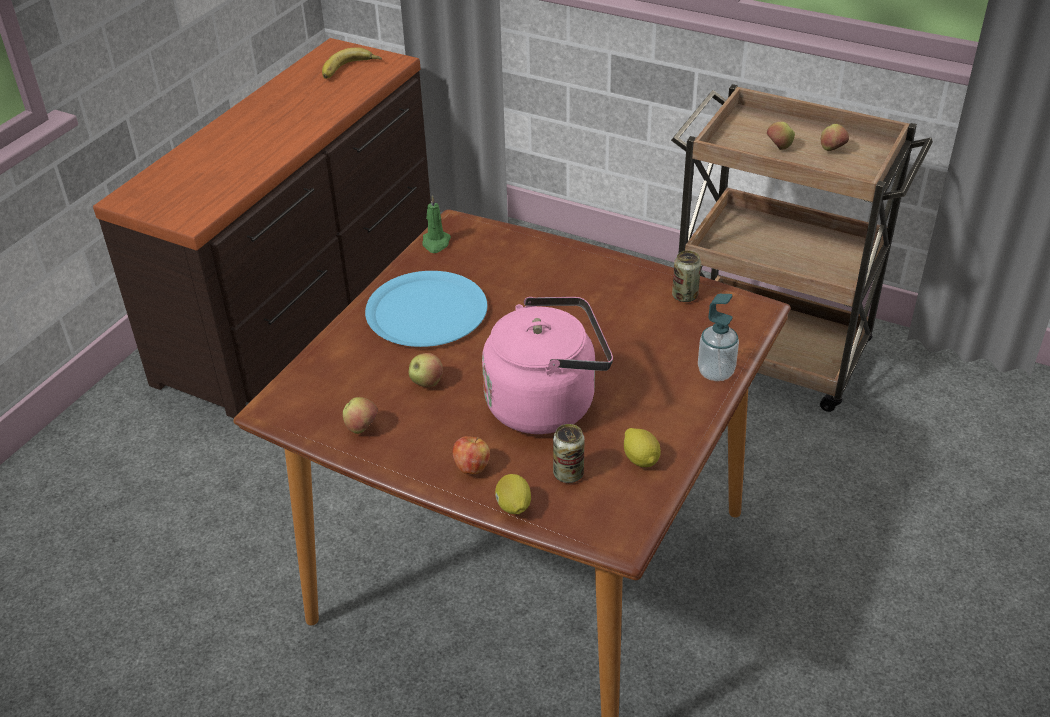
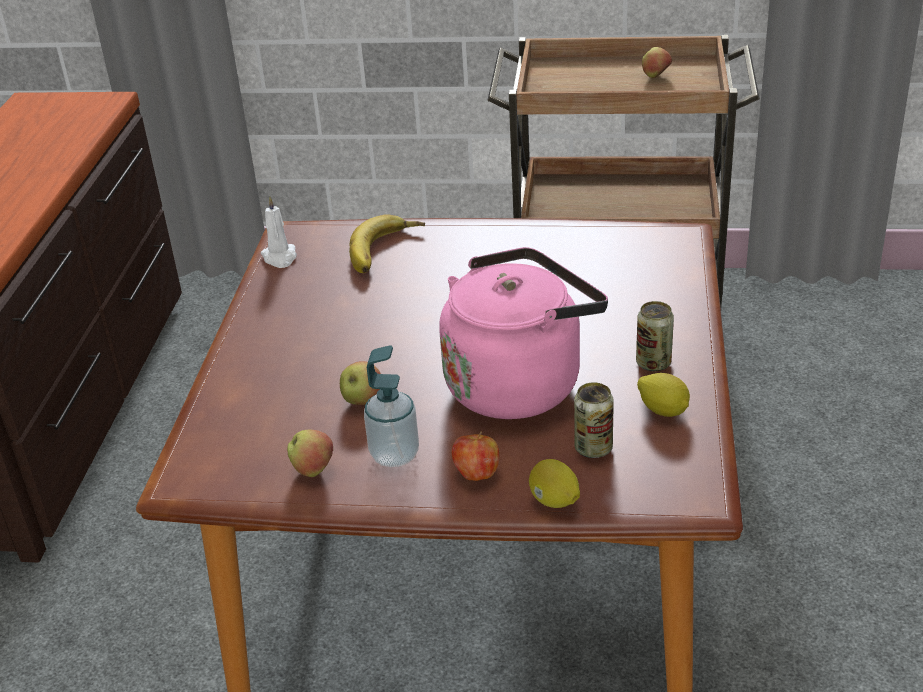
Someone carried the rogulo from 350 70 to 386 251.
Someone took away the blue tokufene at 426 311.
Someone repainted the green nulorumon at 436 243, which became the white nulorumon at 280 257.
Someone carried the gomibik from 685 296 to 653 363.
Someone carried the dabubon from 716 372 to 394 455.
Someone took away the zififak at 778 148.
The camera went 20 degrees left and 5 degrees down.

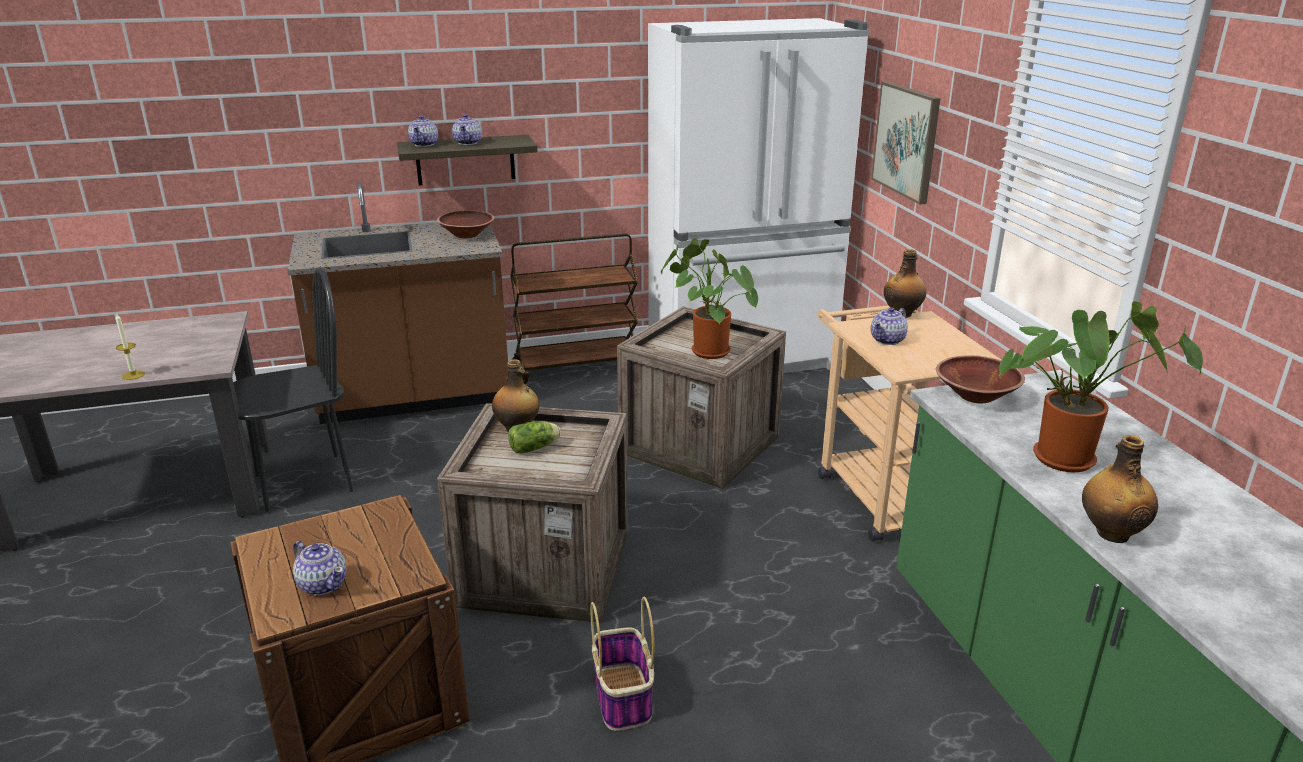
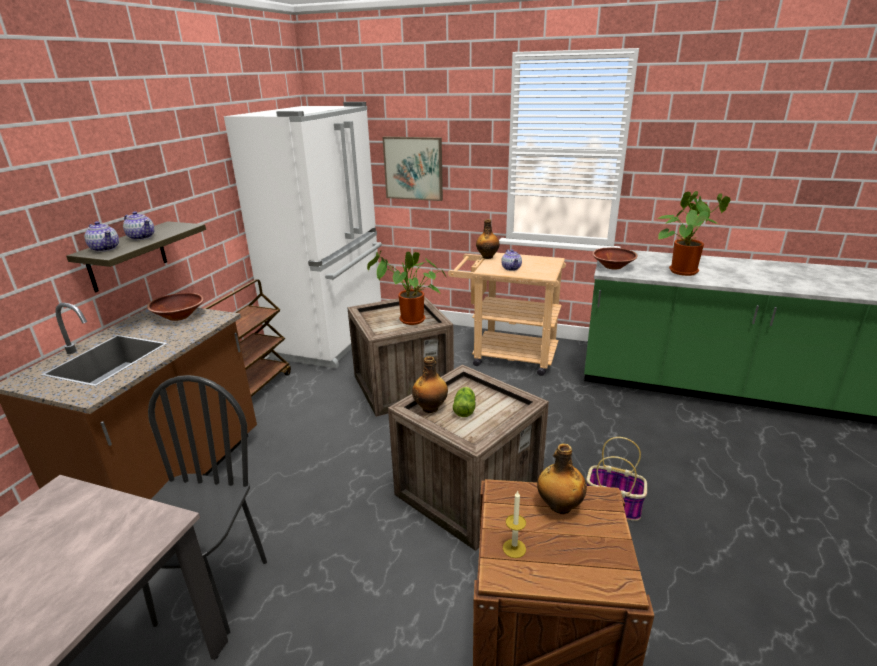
Someone carried the nulorumon from 133 375 to 514 548.
Someone took away the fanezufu at 323 584.
Someone carried the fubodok from 1111 533 to 559 506.
The camera went 55 degrees left and 0 degrees up.

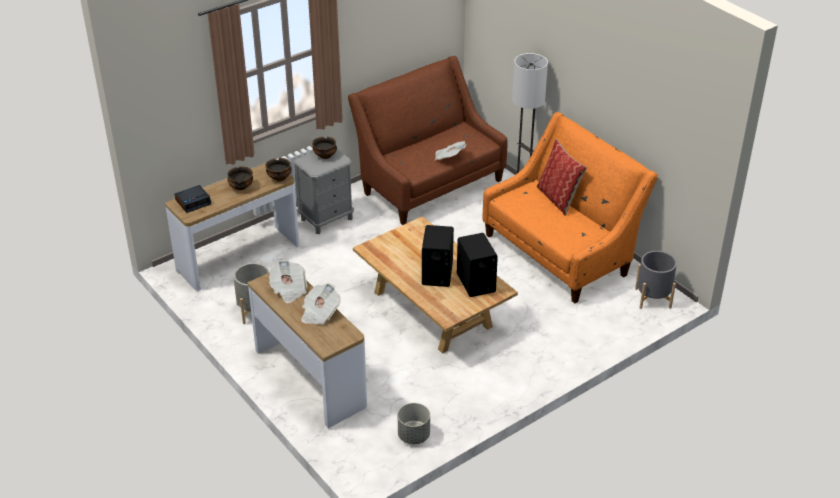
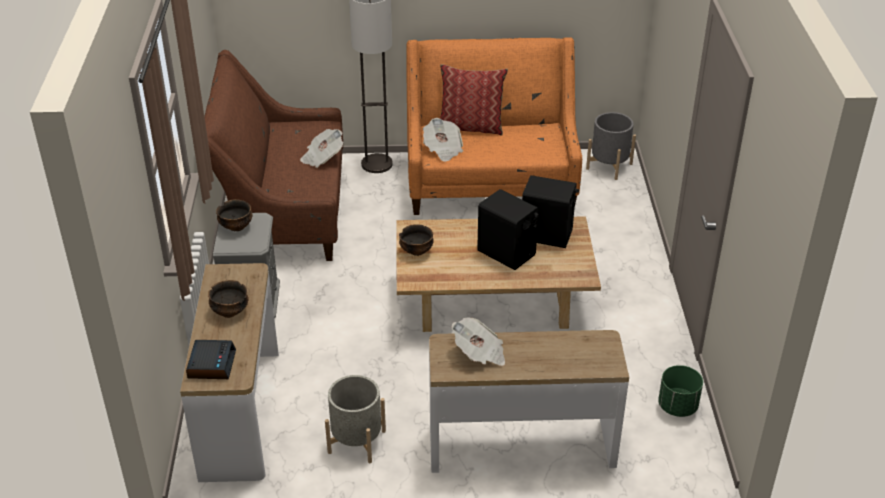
Someone carried the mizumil from 279 178 to 416 251.
Someone carried the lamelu from 319 313 to 443 149.
Someone repainted the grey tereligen at 413 436, which became the green tereligen at 678 406.
The camera went 55 degrees left and 0 degrees up.

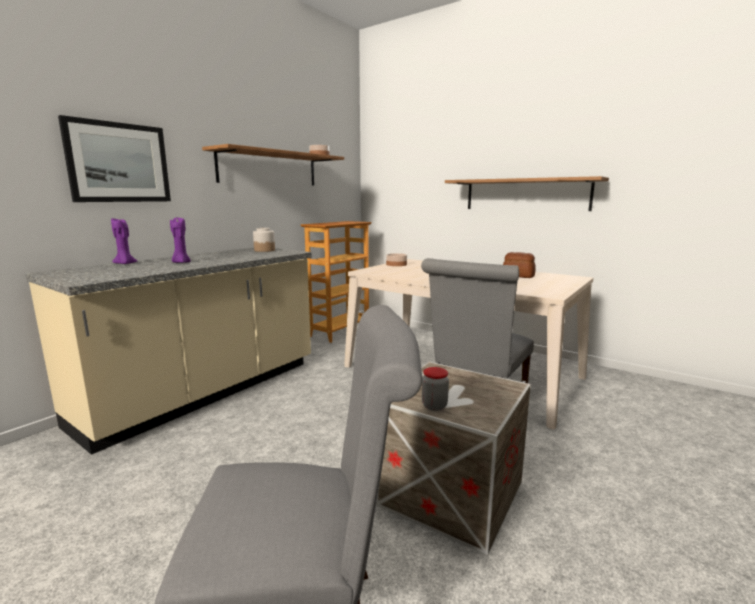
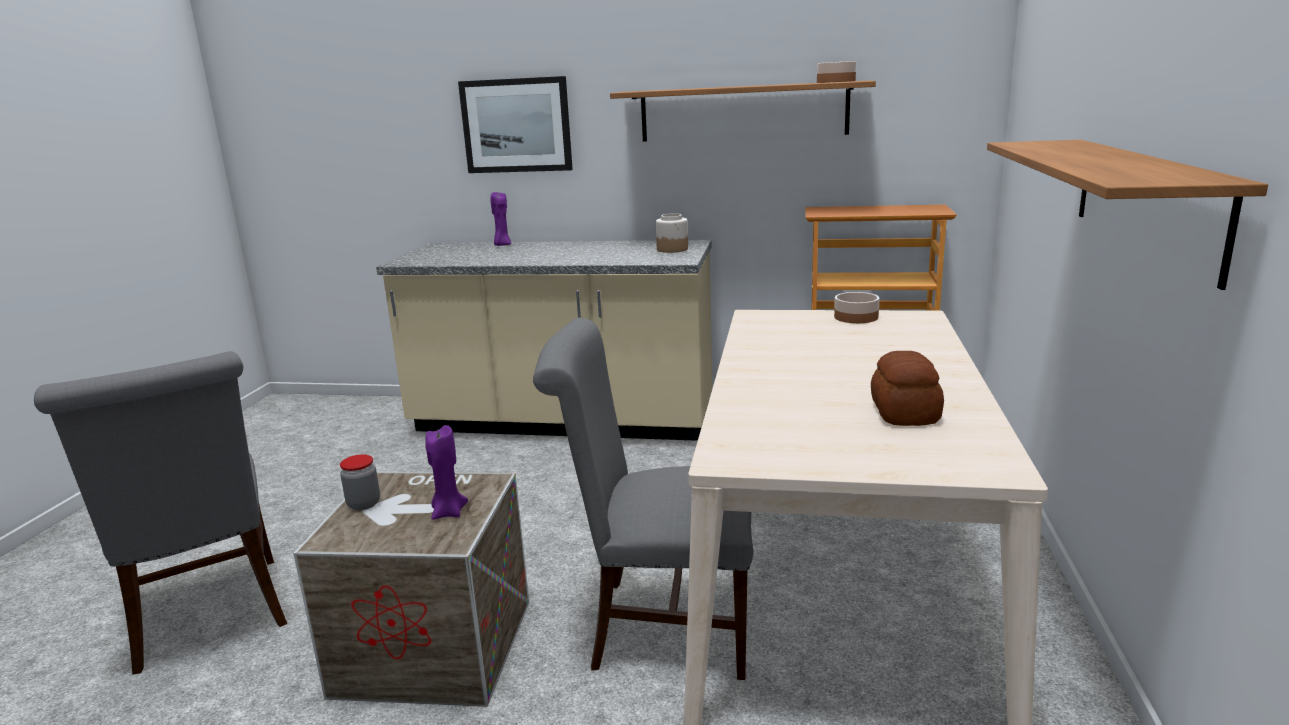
Someone carried the purple nulorumon from 181 262 to 448 512.
The camera went 65 degrees right and 5 degrees up.

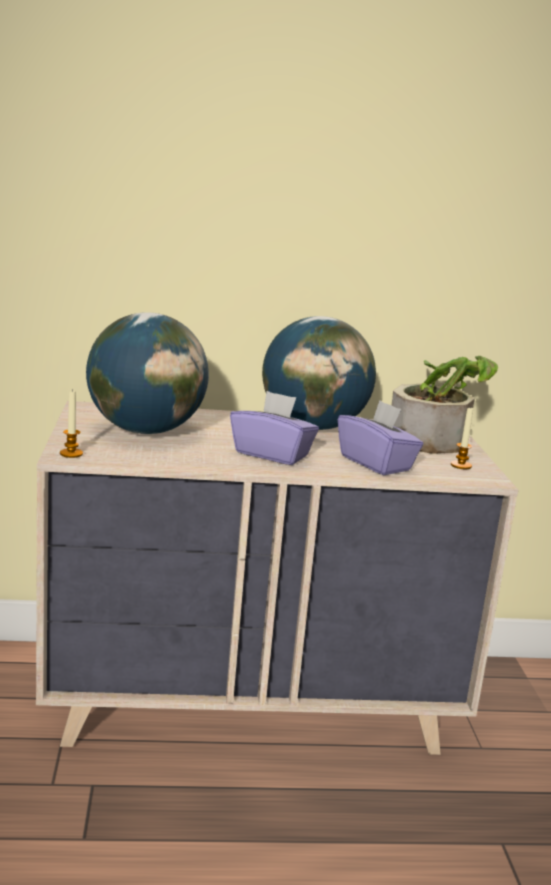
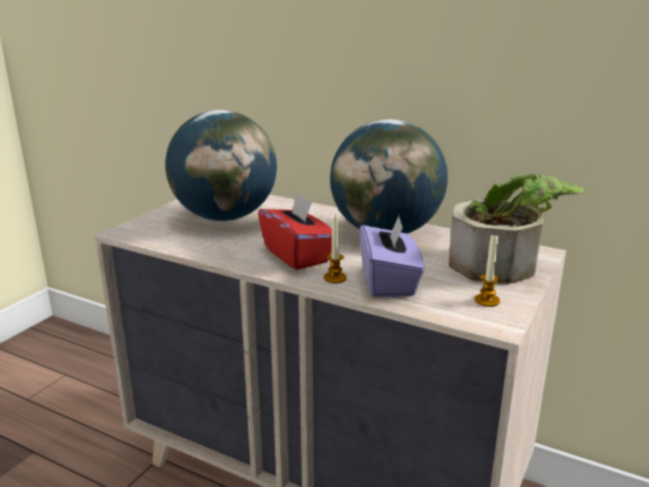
Someone carried the nulorumon from 71 454 to 335 278.
Someone repainted the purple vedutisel at 272 454, which became the red vedutisel at 298 255.
The camera went 35 degrees right and 5 degrees up.

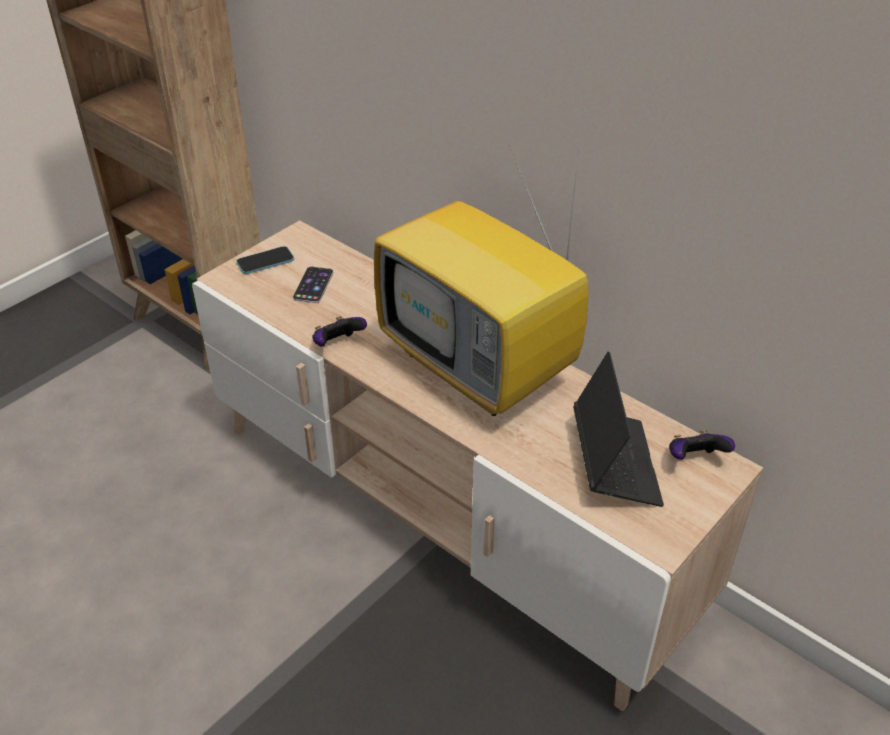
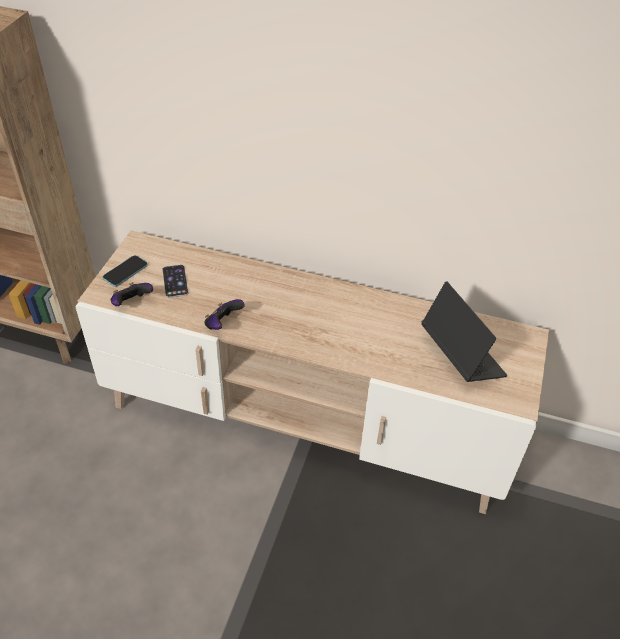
Someone took away the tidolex at 481 368.
Someone carried the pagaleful from 694 459 to 132 303.
The camera went 25 degrees left and 5 degrees up.

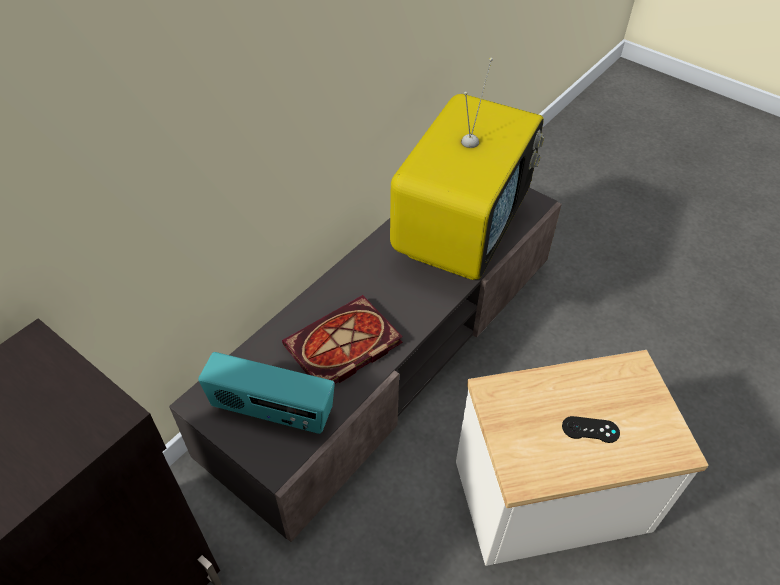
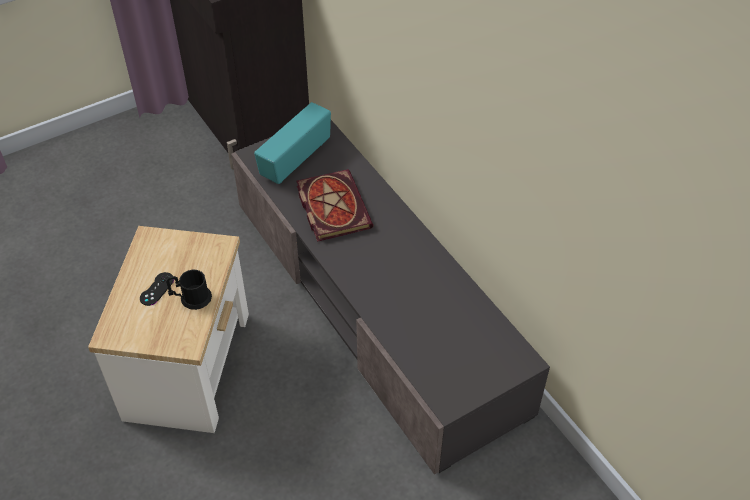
Someone took away the tidolex at 460 232.
Someone put down the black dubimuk at 191 298.
The camera went 110 degrees right and 0 degrees up.

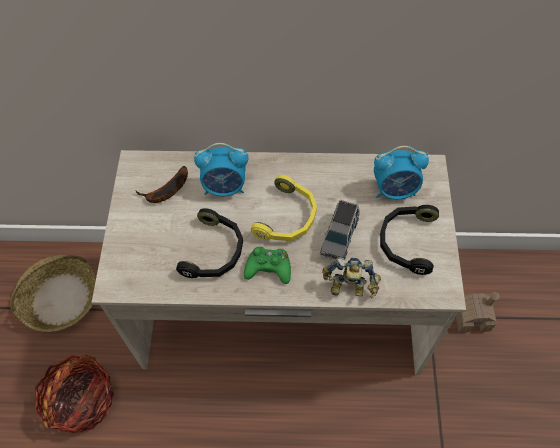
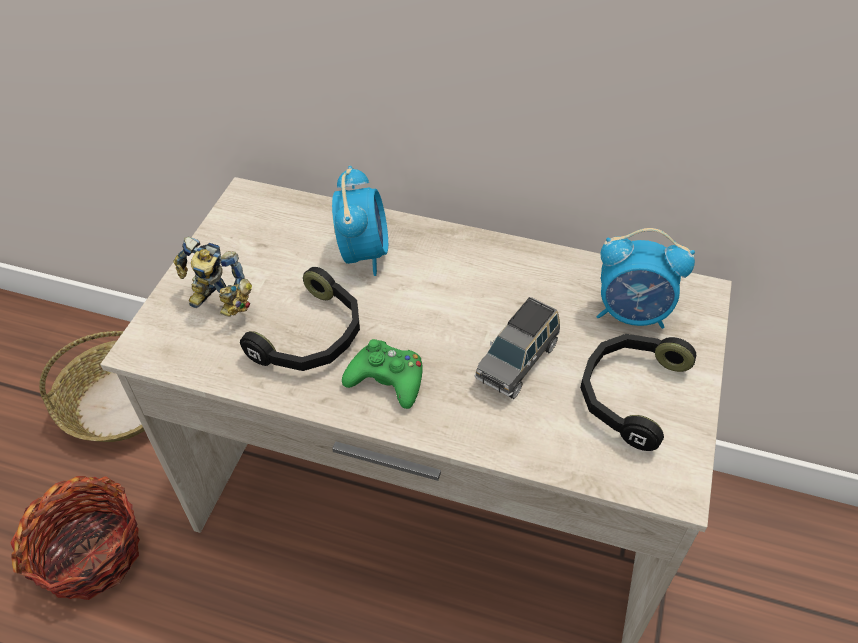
Someone took away the rogulo at 166 191.
Someone rotated the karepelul at 225 187 by 105 degrees counterclockwise.
Someone took away the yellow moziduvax at 288 218.
Someone carried the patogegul from 349 289 to 216 305.
Someone took away the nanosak at 471 316.
The camera went 15 degrees right and 10 degrees down.

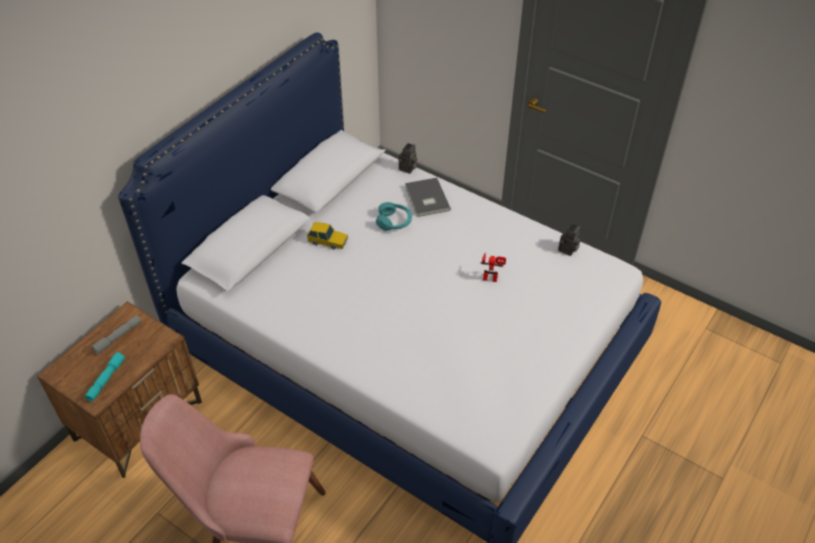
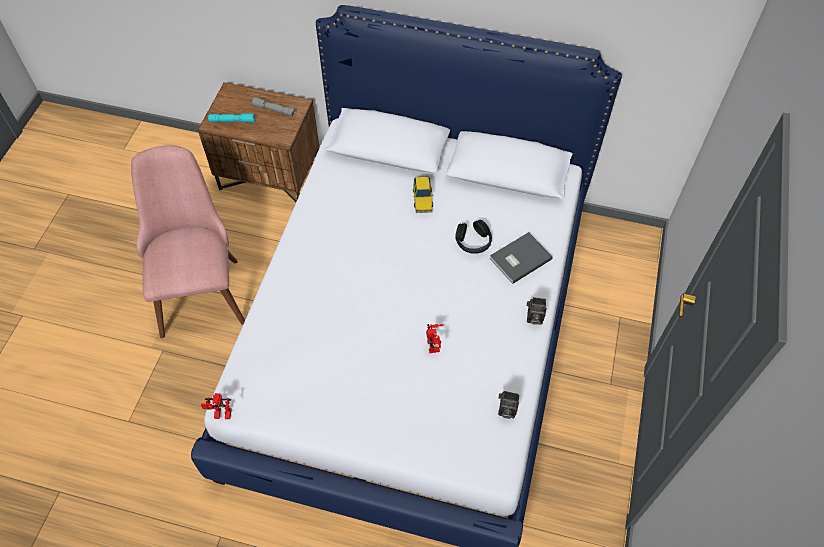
Someone repainted the turquoise moziduvax at 394 221, which became the black moziduvax at 473 242.
Someone carried the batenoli from 408 169 to 533 318.
Someone put down the patogegul at 221 416.
The camera went 70 degrees right and 10 degrees up.

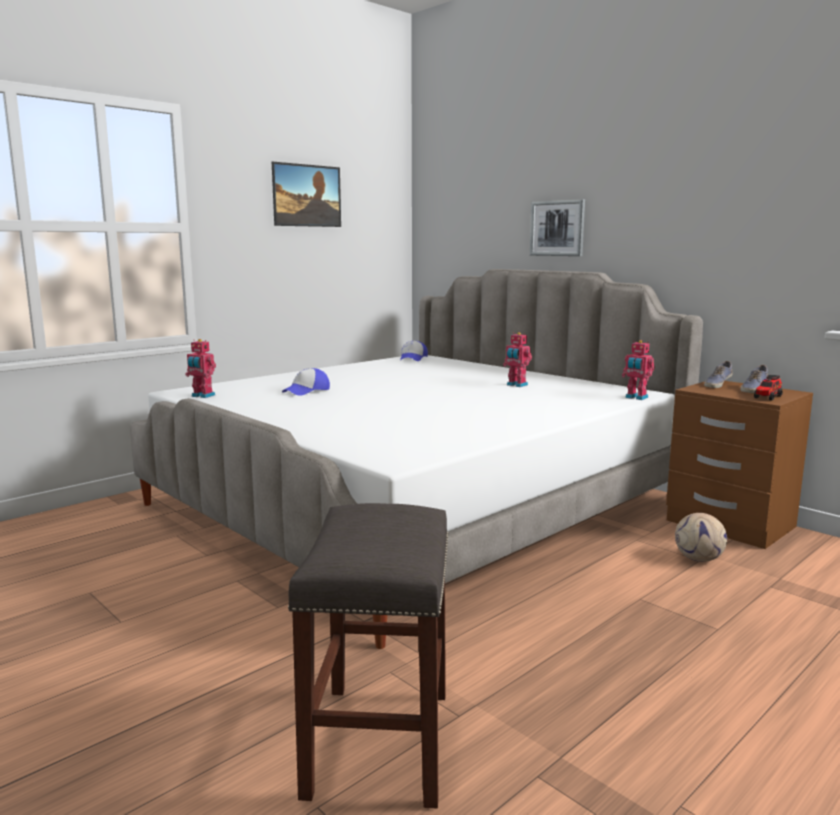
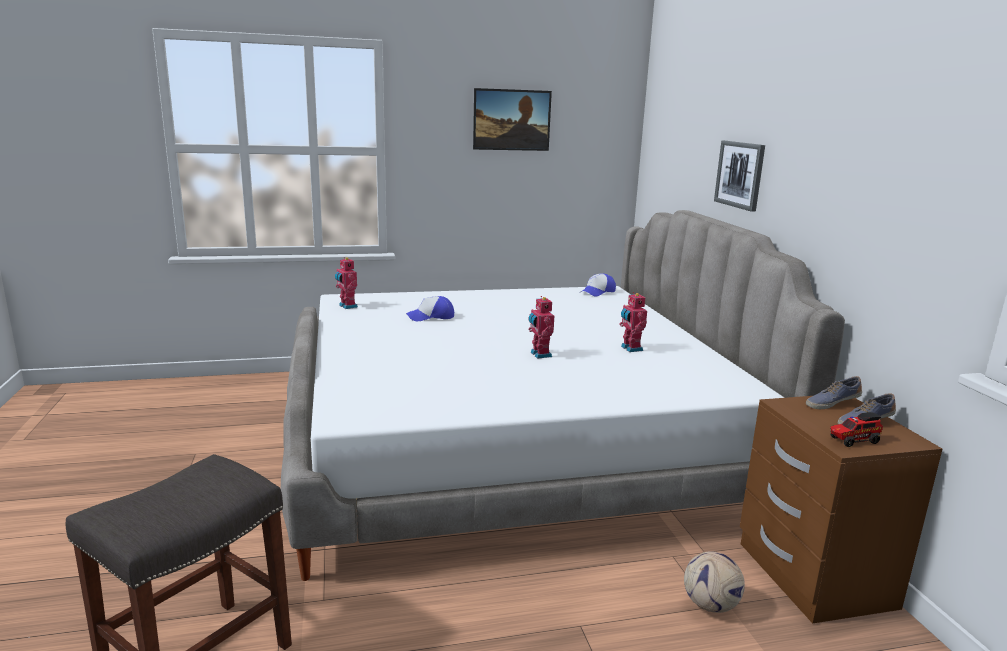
Someone carried the patogegul from 636 398 to 539 354.
The camera went 30 degrees right and 5 degrees up.

